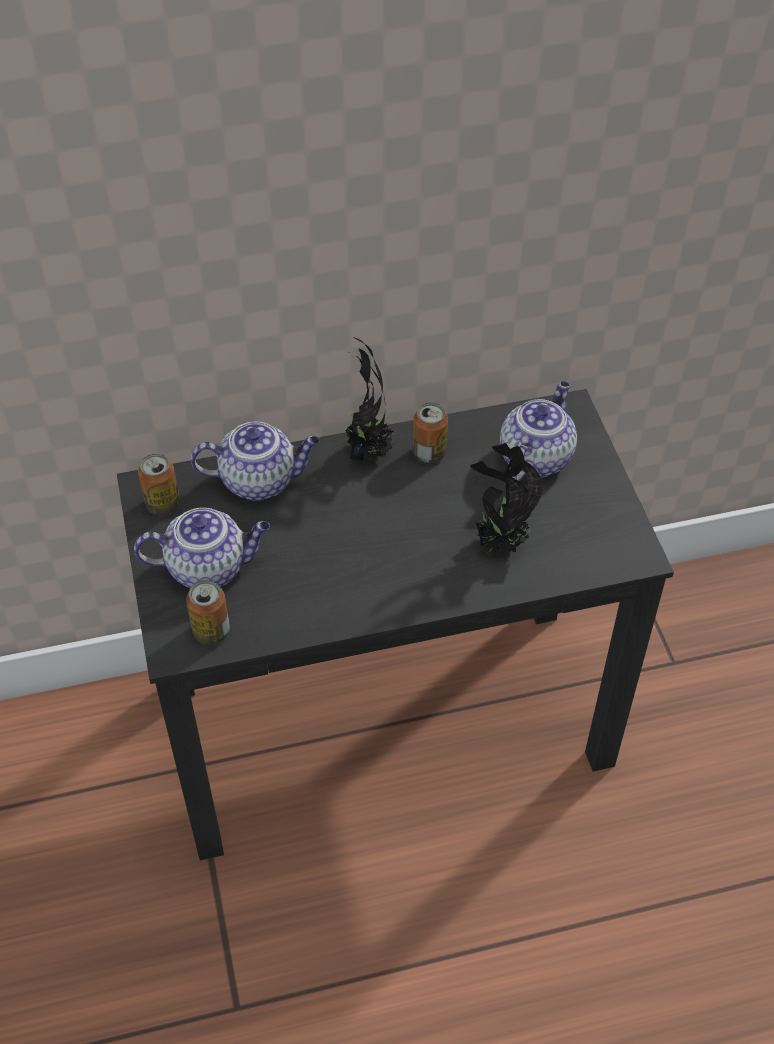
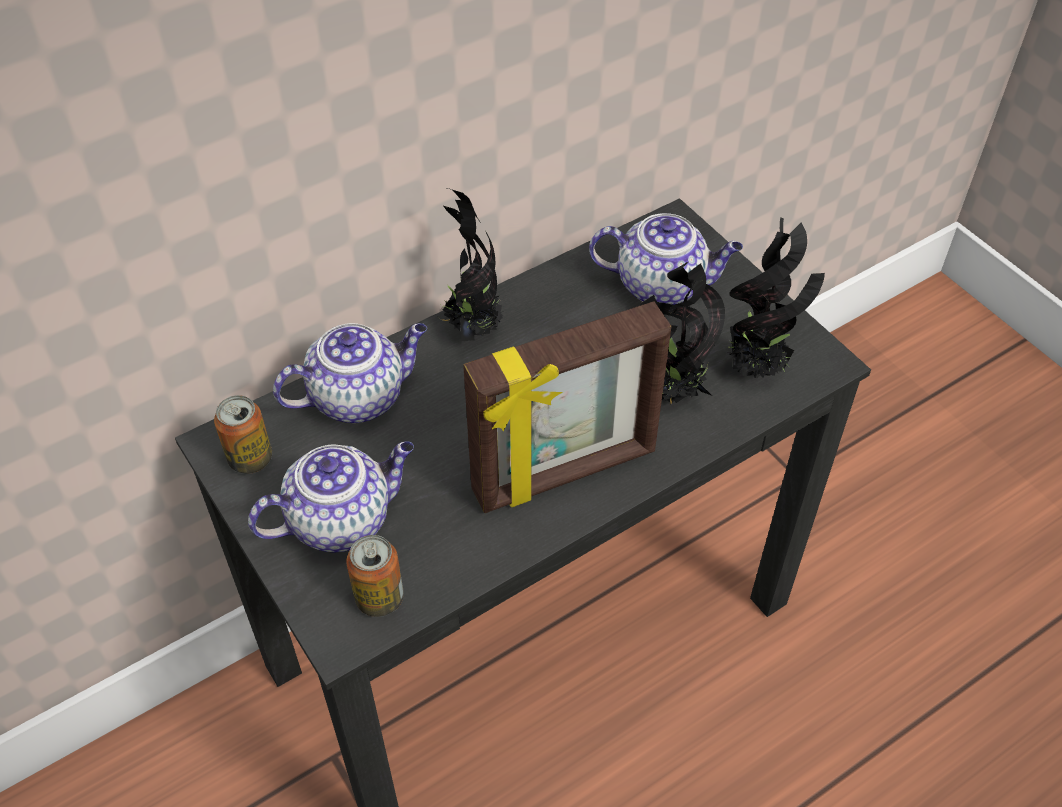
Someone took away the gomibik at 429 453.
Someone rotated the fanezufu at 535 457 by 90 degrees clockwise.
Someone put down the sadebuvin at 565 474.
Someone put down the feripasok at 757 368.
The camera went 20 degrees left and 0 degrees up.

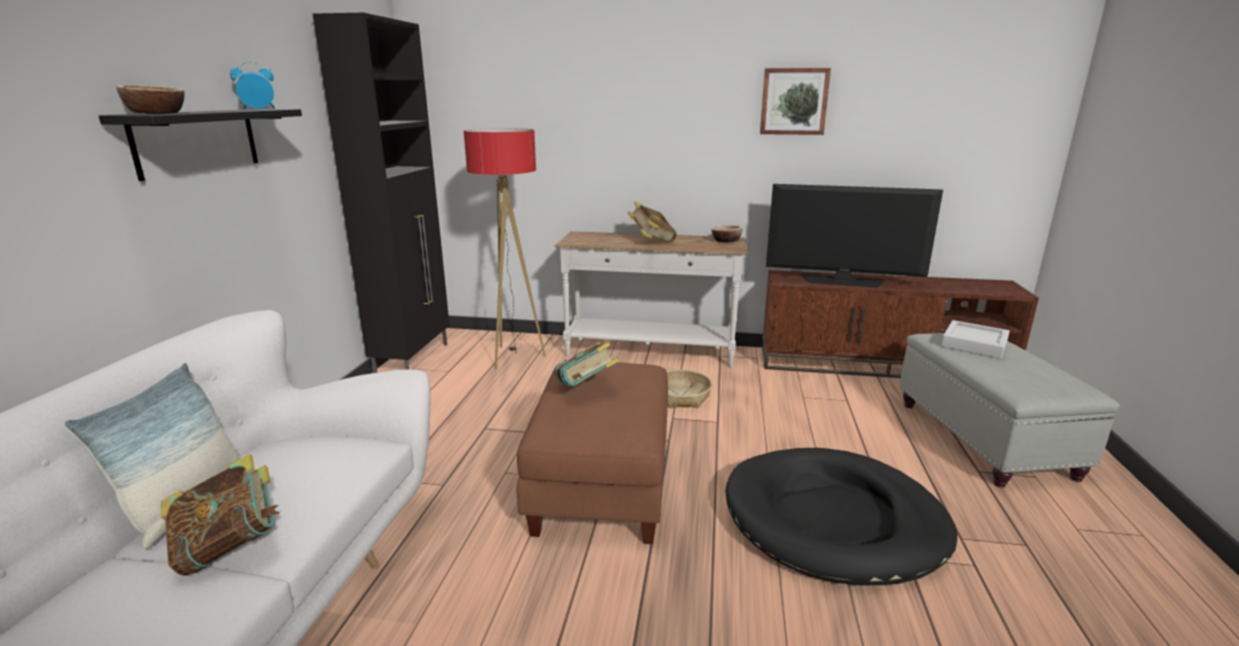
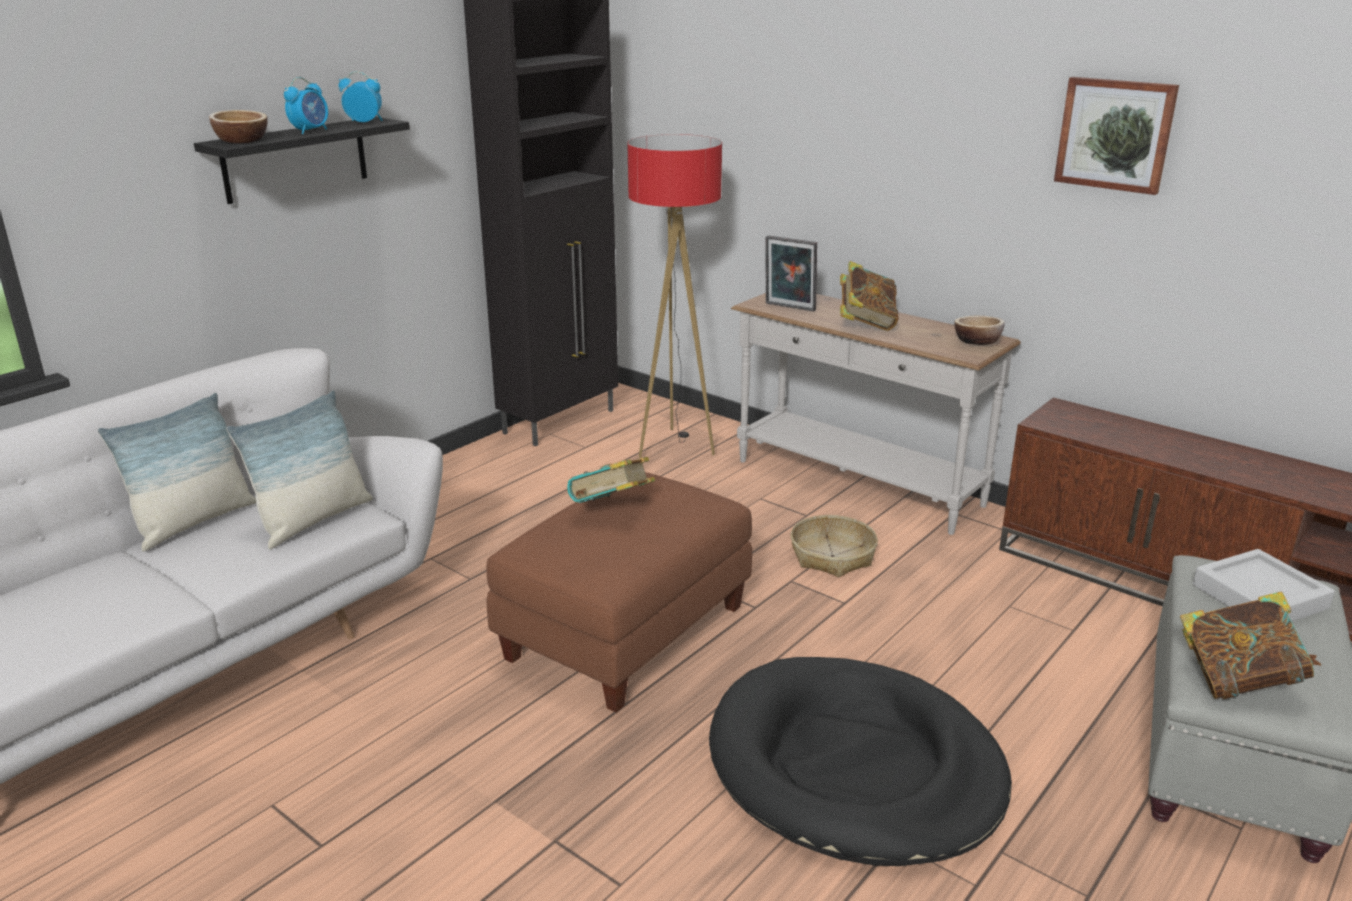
Someone carried the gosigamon from 230 546 to 1238 681.
Someone took away the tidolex at 842 281.
Someone put down the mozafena at 313 520.
Someone put down the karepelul at 310 131.
Someone put down the sadebuvin at 789 307.
The camera went 30 degrees right and 5 degrees up.

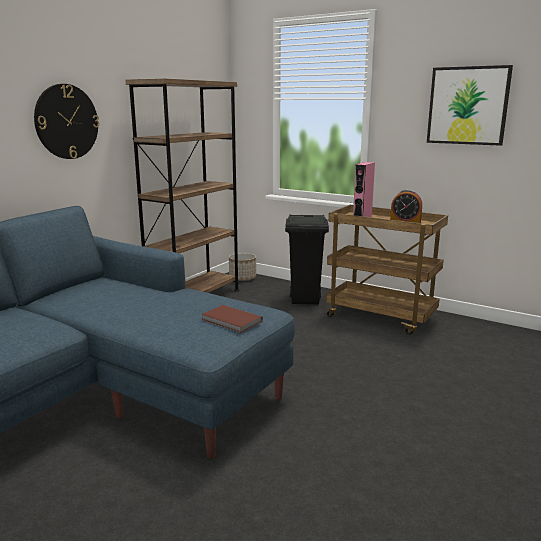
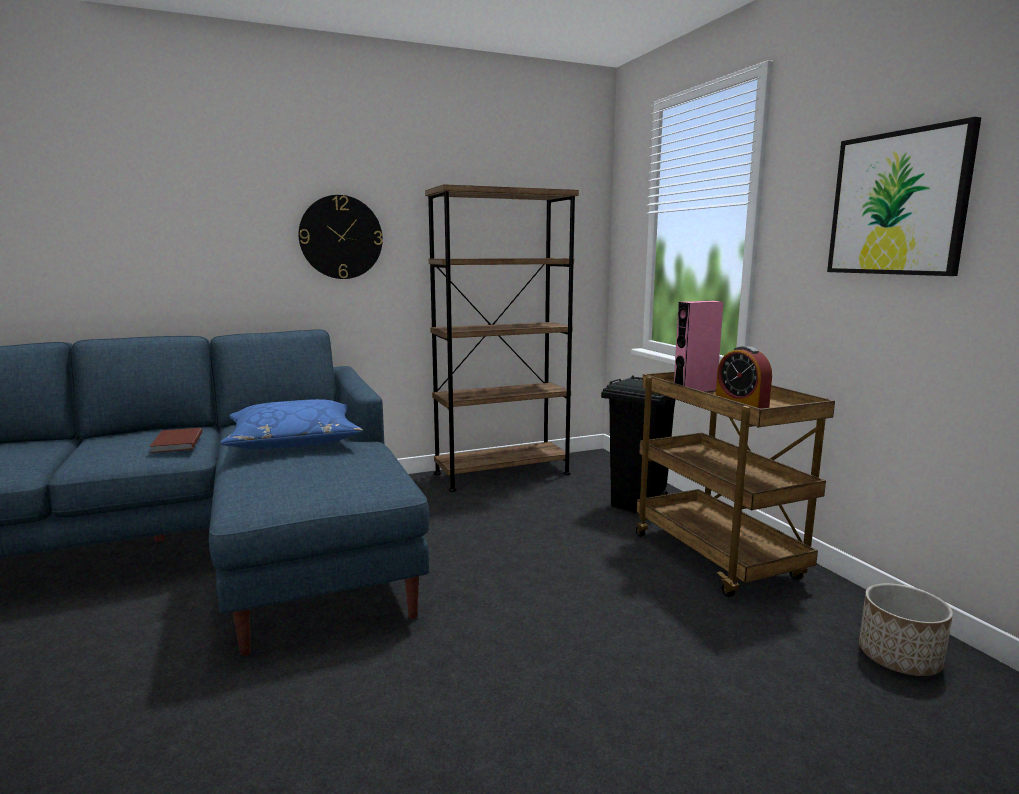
Someone carried the brown gosigamon from 231 321 to 175 443.
Someone carried the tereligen from 242 278 to 900 658.
Someone put down the blue mozafena at 294 440.
The camera went 35 degrees right and 5 degrees down.

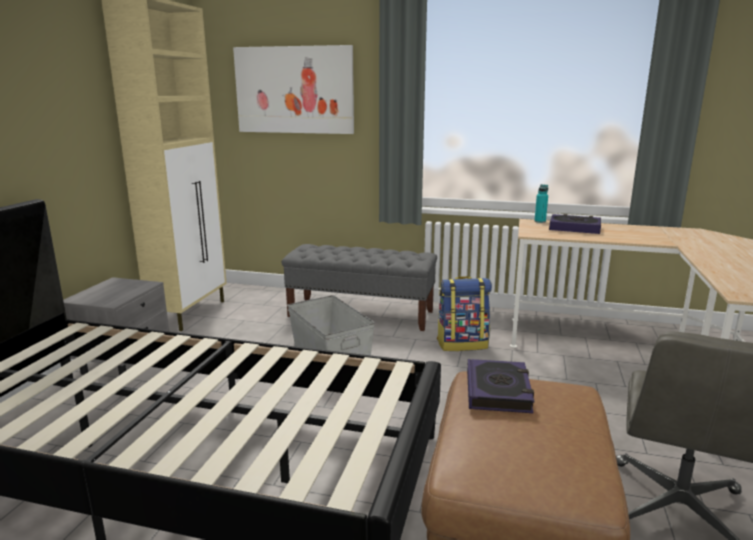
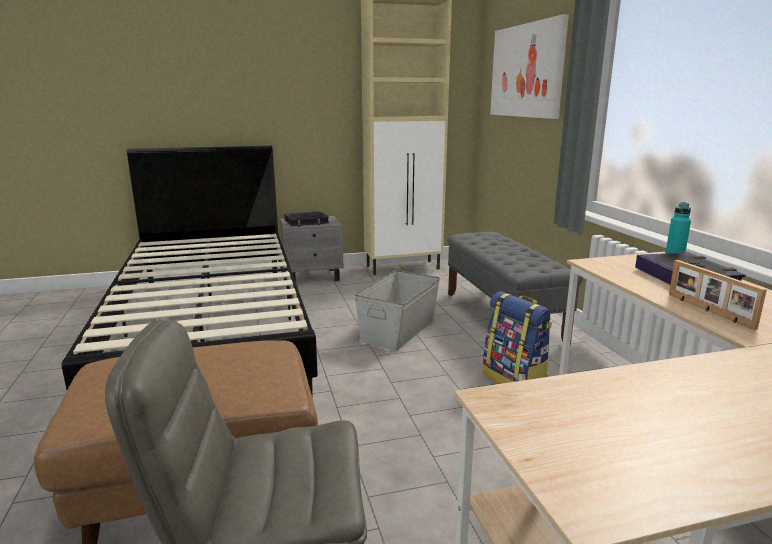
Someone carried the gosigamon from 498 391 to 306 222.
Someone put down the sadebuvin at 708 311.
The camera went 60 degrees right and 0 degrees up.

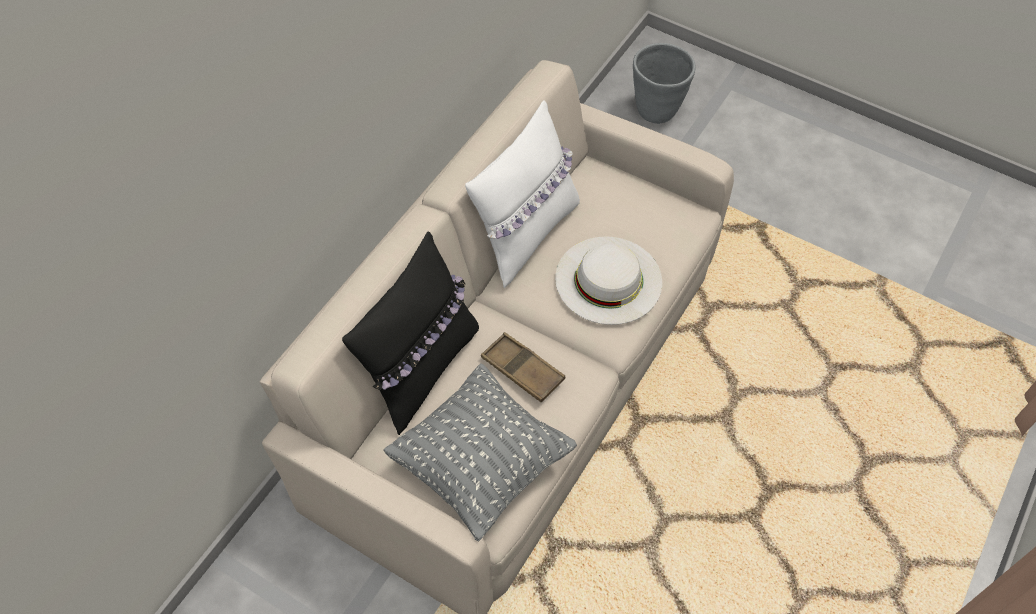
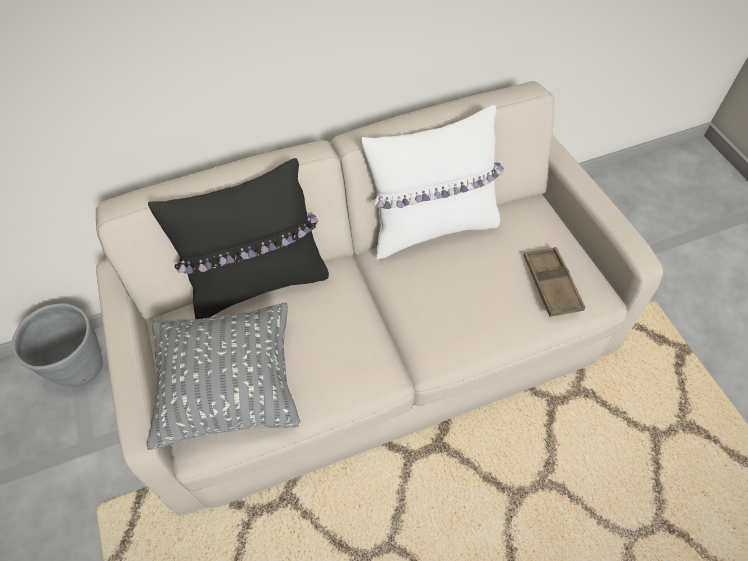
Someone carried the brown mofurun from 522 370 to 551 284.
Someone took away the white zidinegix at 608 280.
Someone carried the grey tereligen from 656 111 to 83 368.
The camera went 40 degrees right and 0 degrees up.

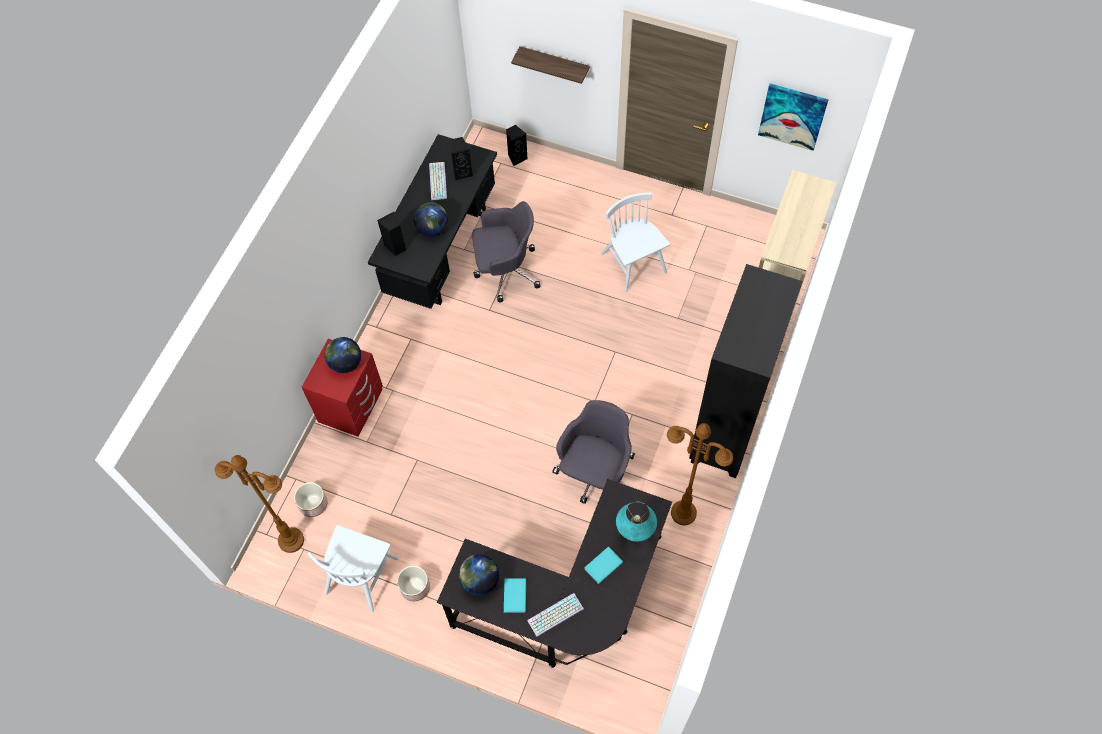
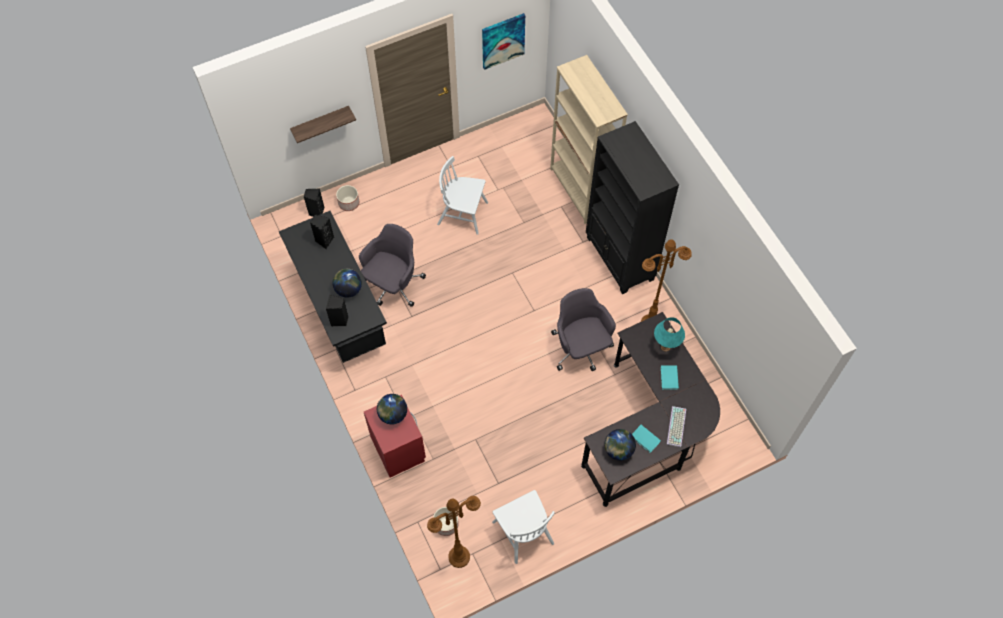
Someone carried the tereligen from 414 587 to 348 203.
Someone took away the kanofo at 437 181.
The camera went 50 degrees left and 0 degrees up.

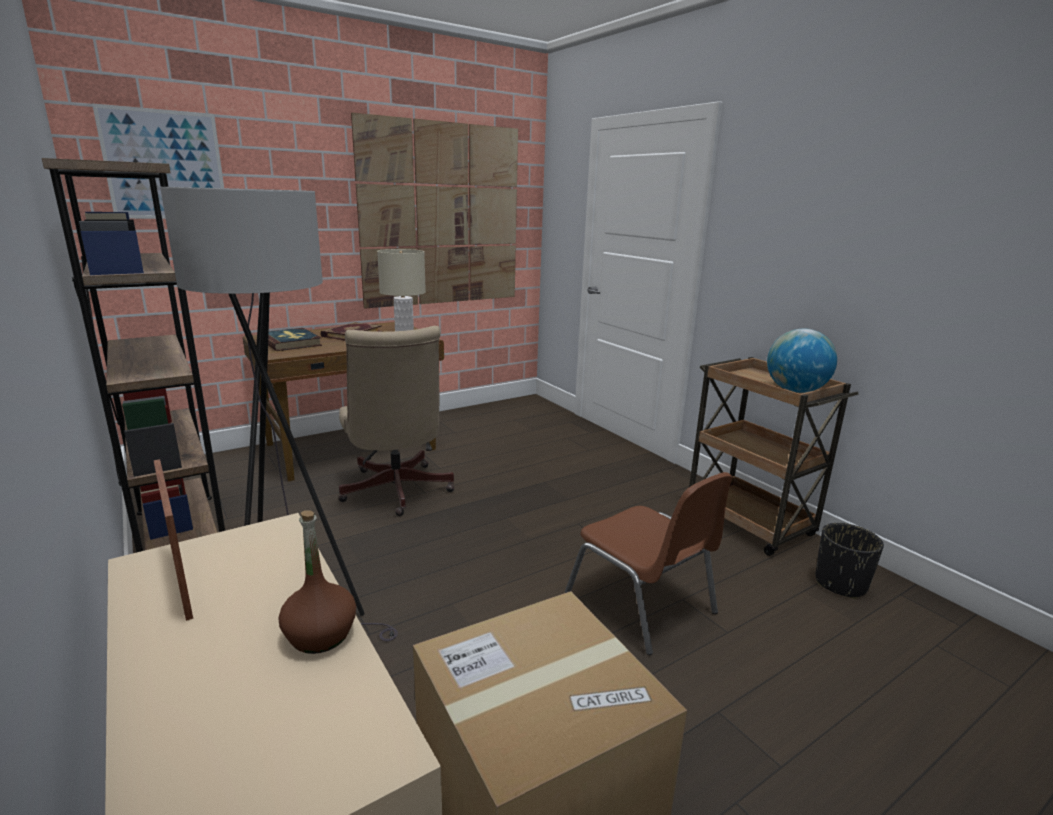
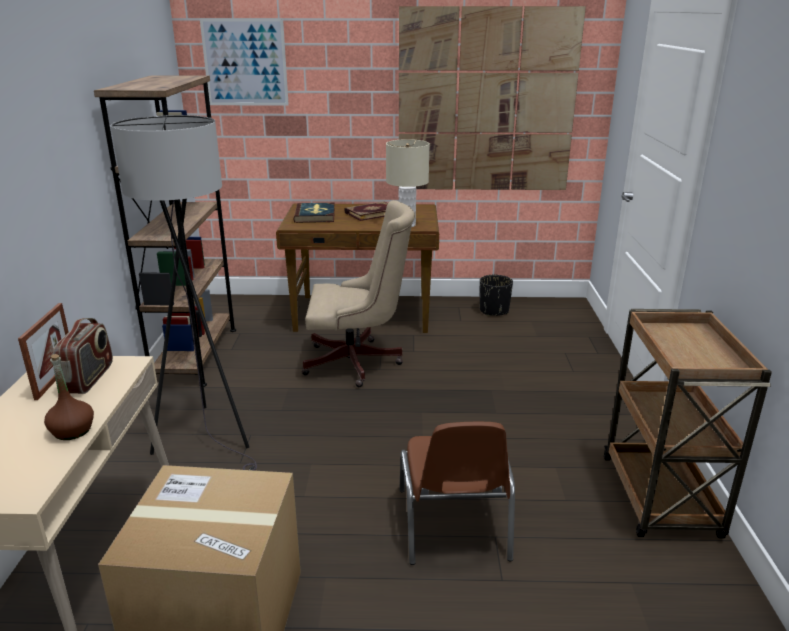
Someone rotated the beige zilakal at 396 492 by 105 degrees counterclockwise.
Someone took away the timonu at 795 391.
Someone carried the black tereligen from 840 583 to 494 311.
Someone put down the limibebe at 89 378.
The camera went 35 degrees right and 5 degrees up.

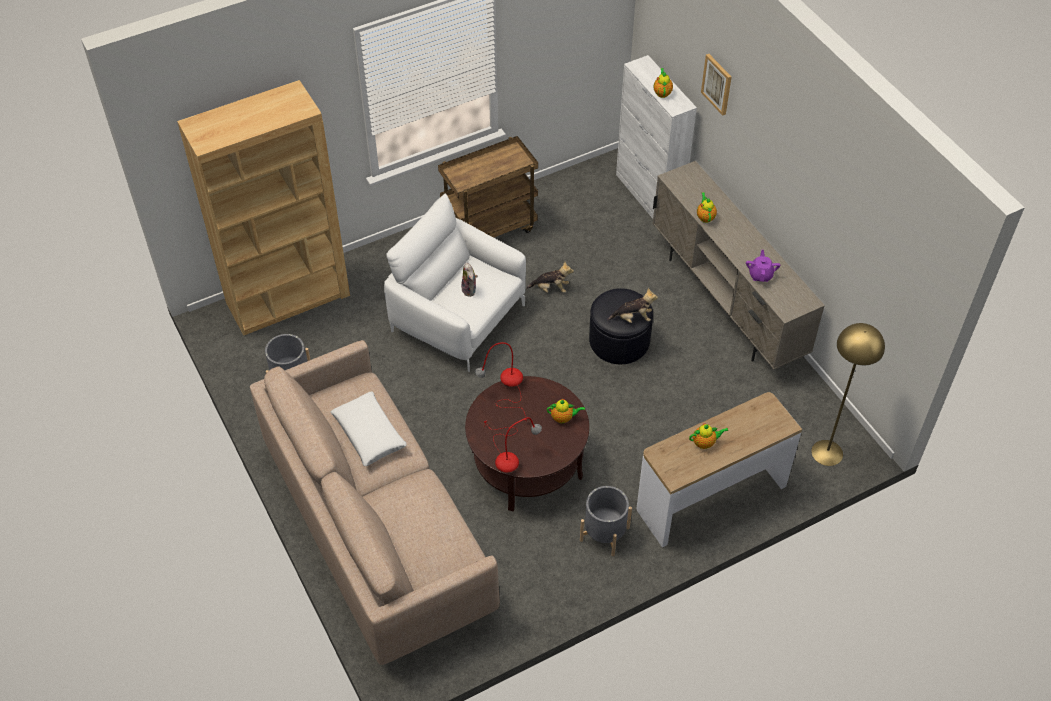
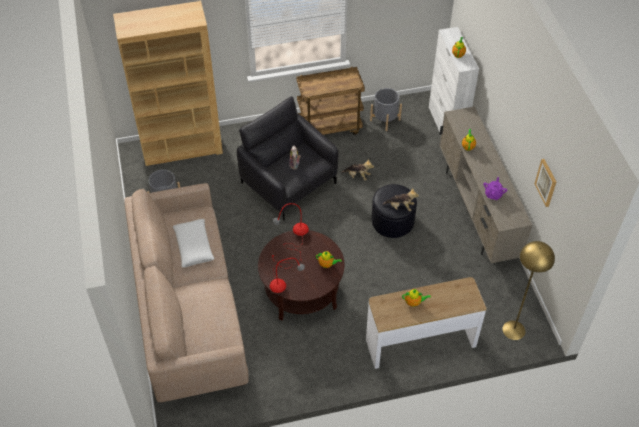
Someone repainted the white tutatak at 458 318, which became the black tutatak at 289 183.
Someone carried the grey tereligen from 604 534 to 385 120.
Someone carried the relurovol from 717 84 to 546 182.
The camera went 15 degrees right and 0 degrees up.

